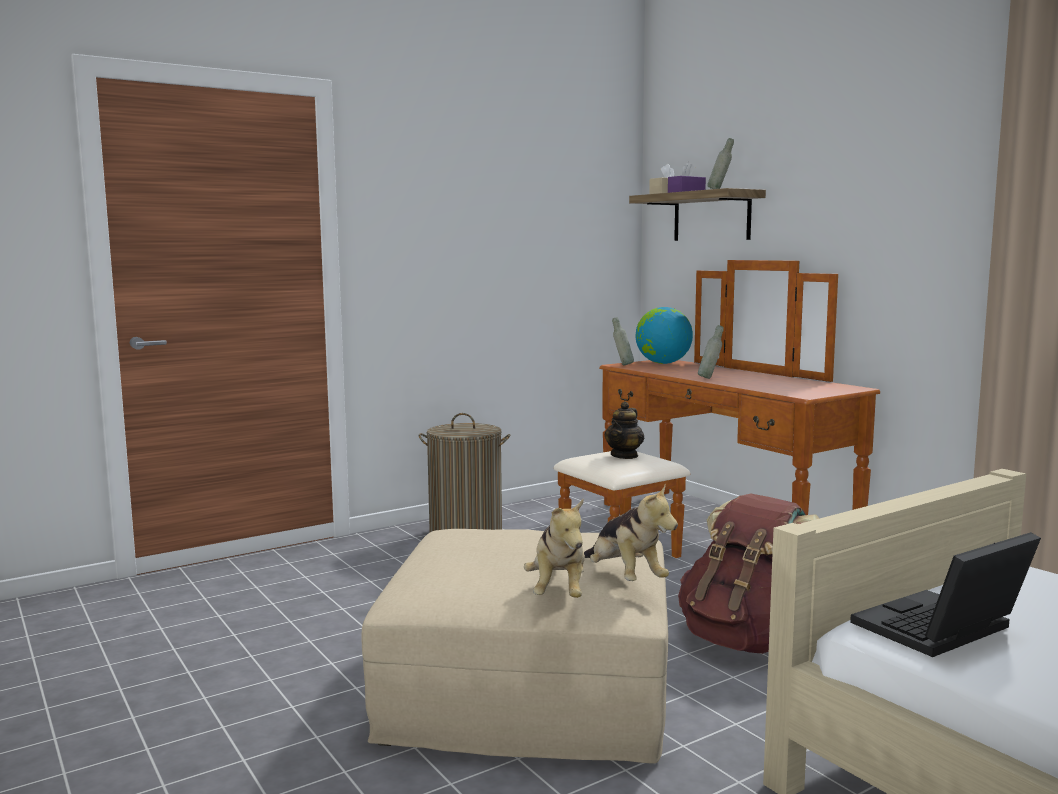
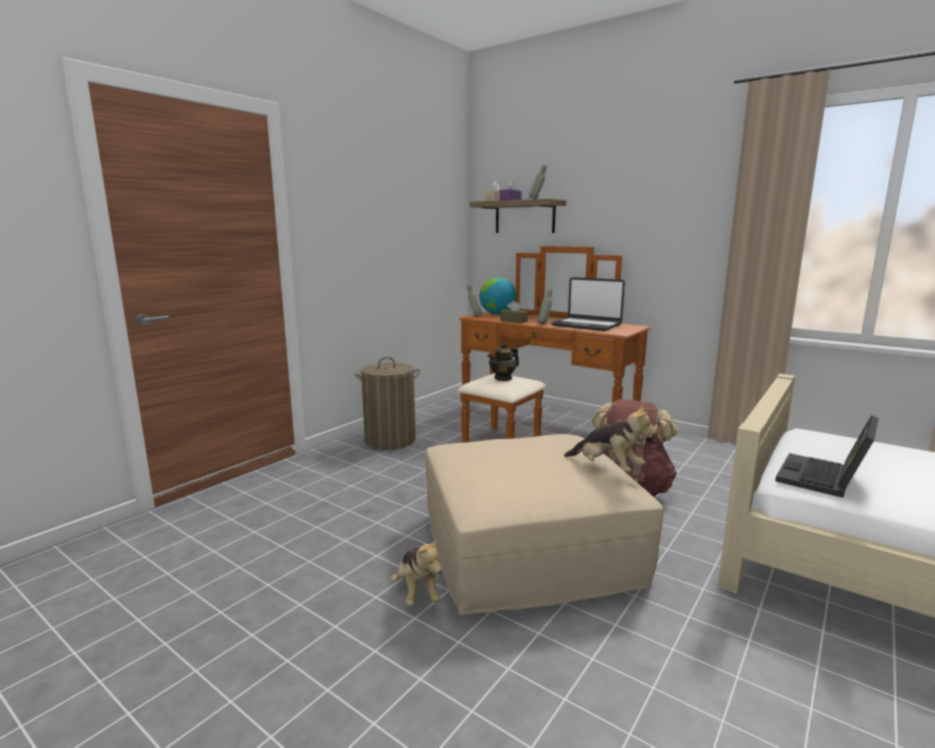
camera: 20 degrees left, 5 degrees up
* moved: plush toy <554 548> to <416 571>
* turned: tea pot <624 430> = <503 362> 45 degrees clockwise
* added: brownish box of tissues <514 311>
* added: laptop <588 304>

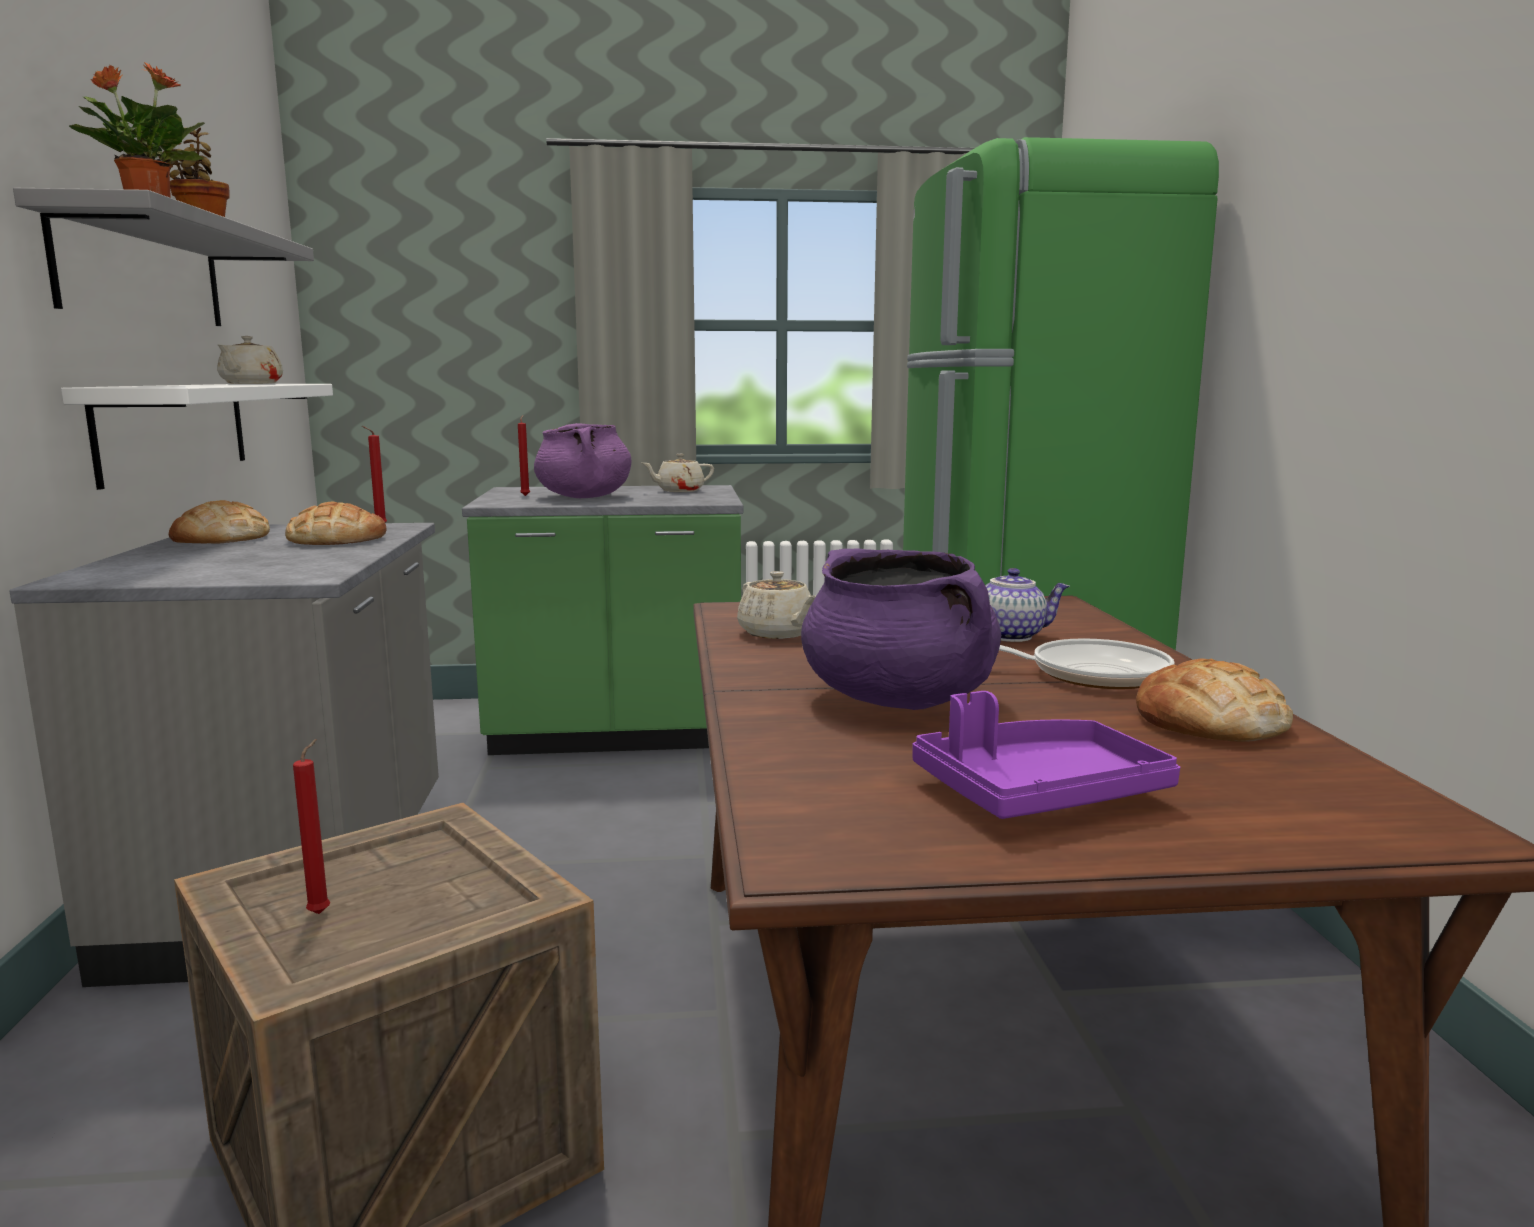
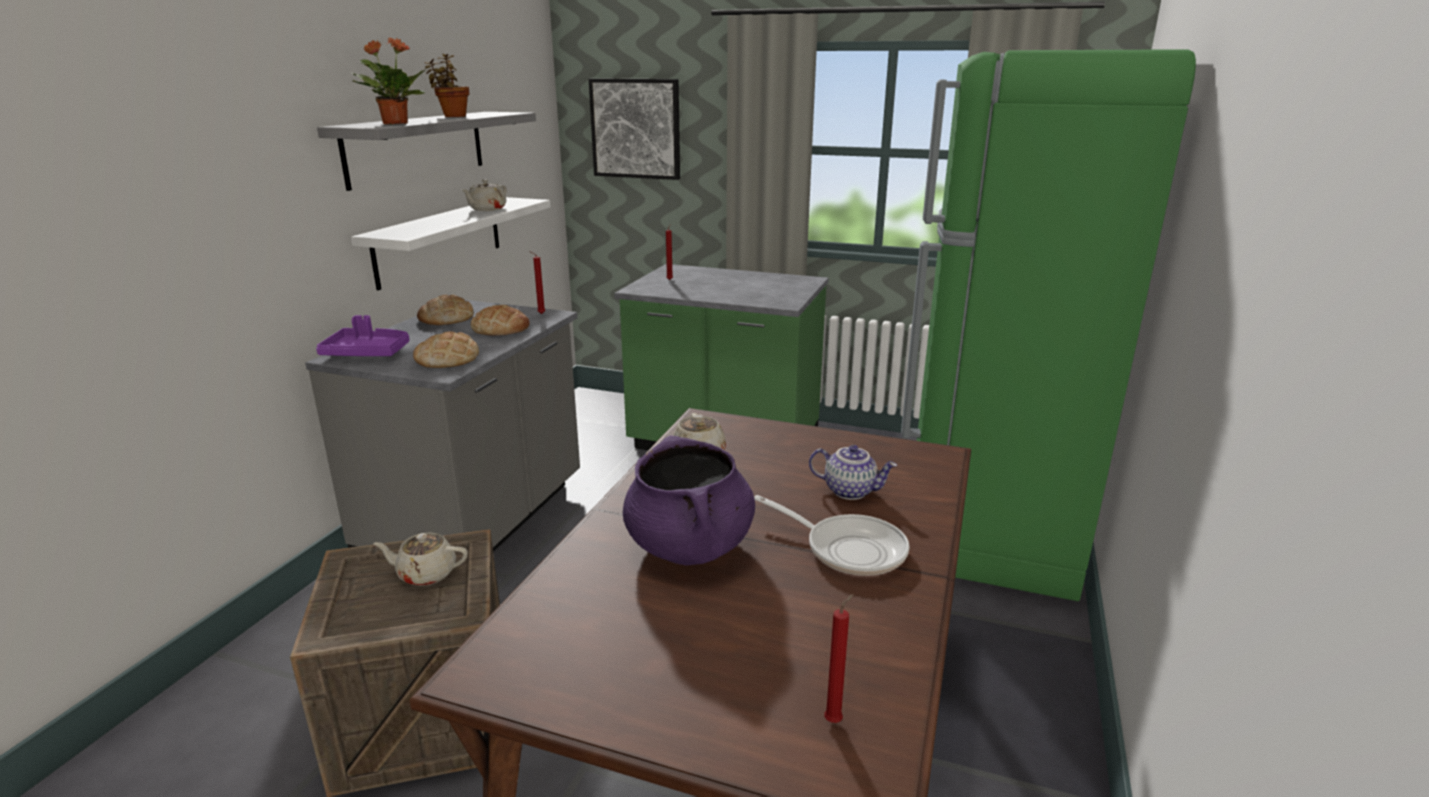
camera: 25 degrees right, 10 degrees up
* moved: red-coloured wax candle <311 826> to <838 658>
* removed: purplish cooking pot <582 460>
* moved: sand-coloured tea pot <678 473> to <420 559>
* moved: purplish serving tray <1046 755> to <363 335>
* moved: baked bread <1214 700> to <446 349>
* added: wall picture <634 129>

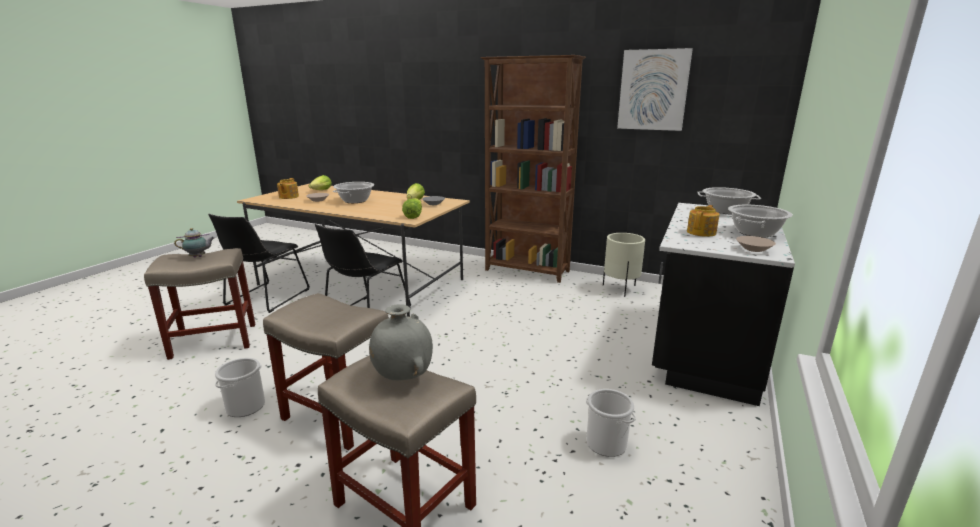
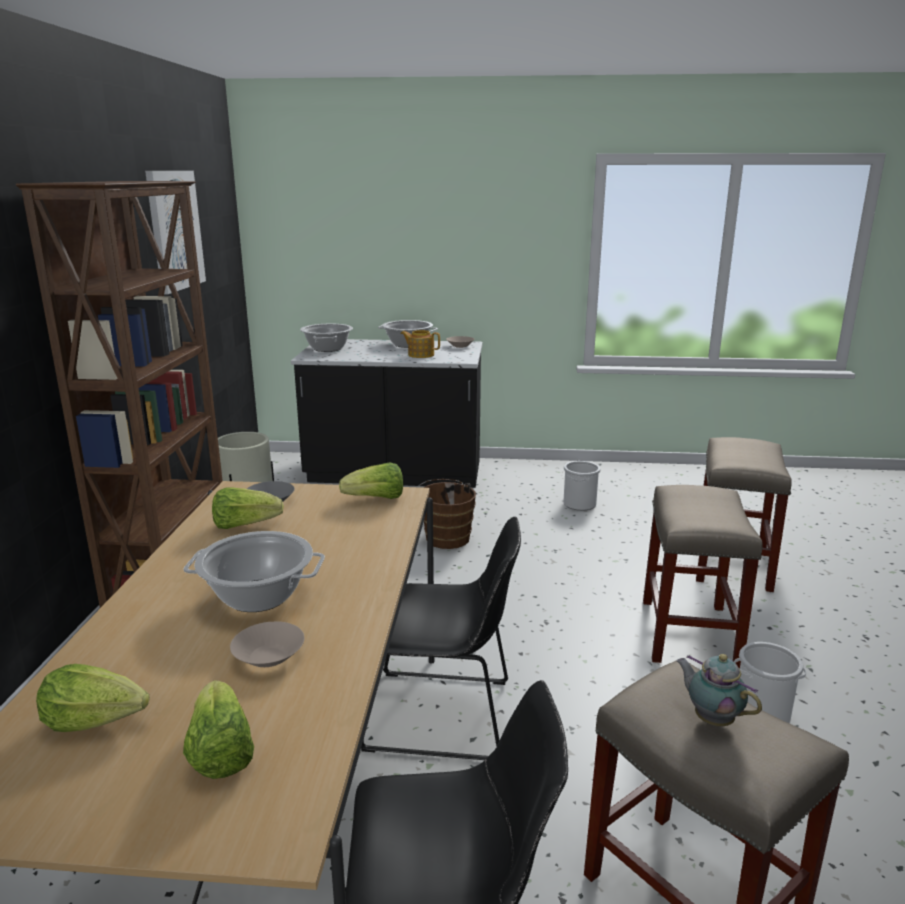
camera: 110 degrees left, 0 degrees up
* replaced: tea pot <288 188> to lettuce <218 729>
* removed: greyish decorative vase <401 342>
* added: brownish water bucket <446 514>

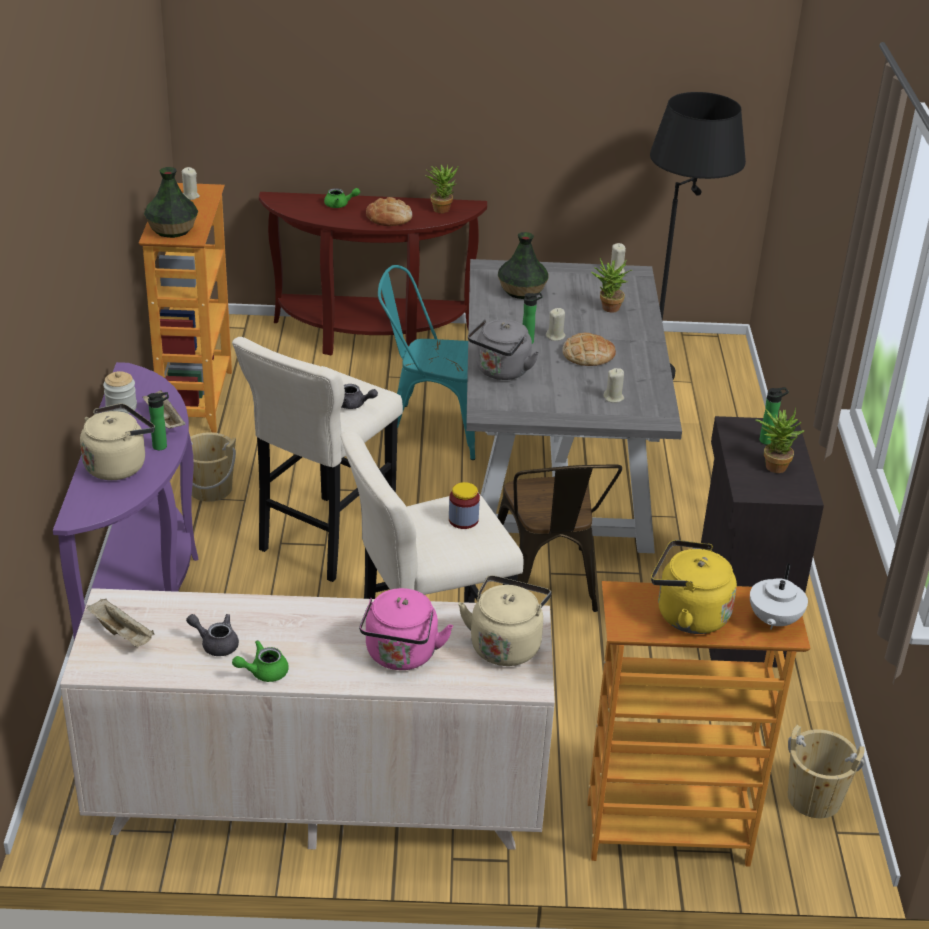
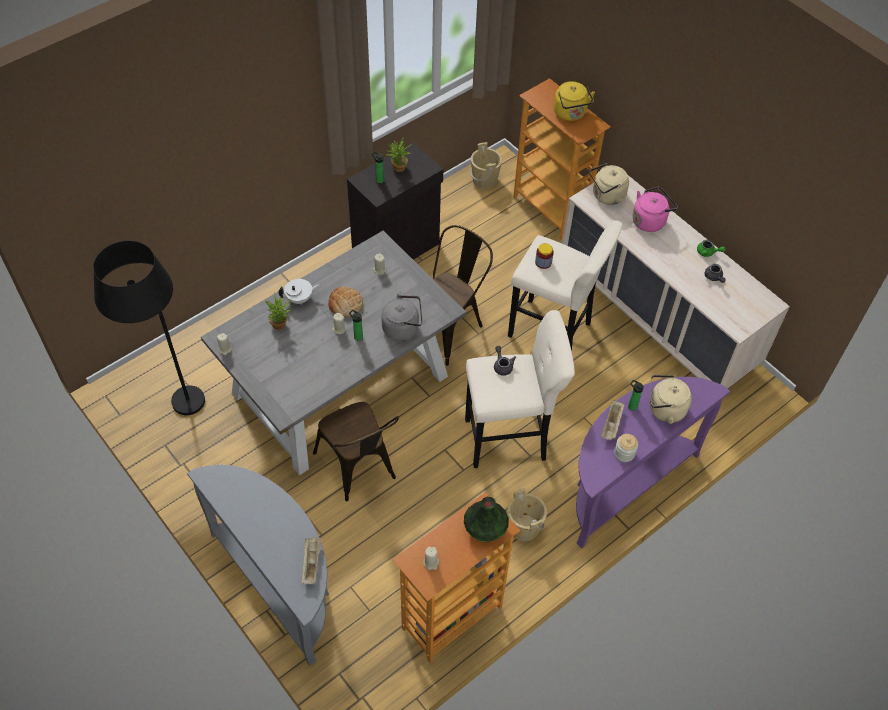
camera: 130 degrees left, 20 degrees up
* moved: sand-coloured serving tray <121 622> to <311 560>
* recoloured: brownish narrow table <373 273> to greyish narrow table <258 565>
* removed: green-coloured tea pot <342 198>
* removed: baked bread <389 211>
* recoloured: turquoise-coloured plain chair <426 362> to brownish plain chair <356 452>
* removed: plant in a pot <442 188>
* removed: decorative vase <523 265>
* moved: whitish tea pot <779 596> to <299 291>

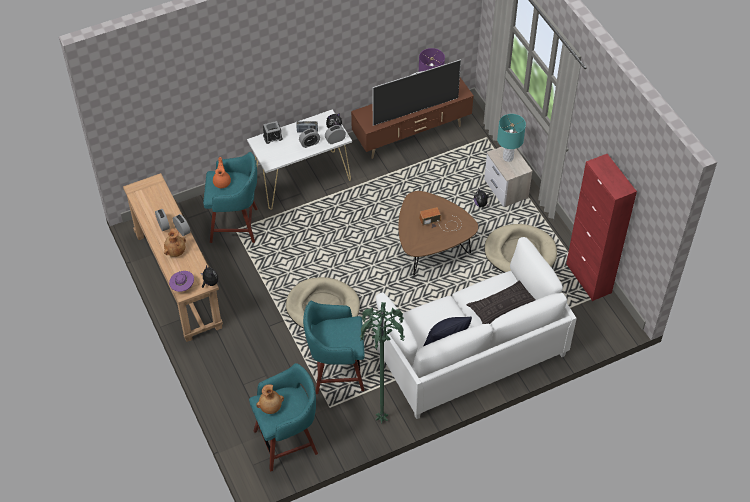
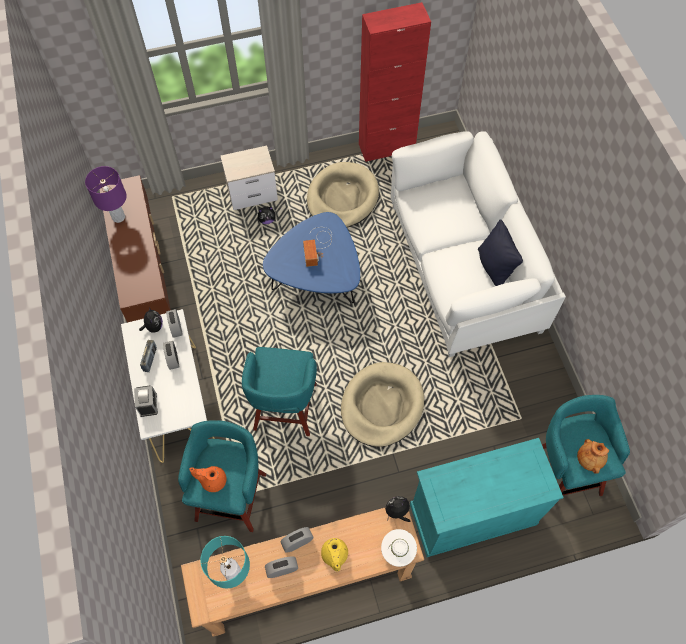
camera: 80 degrees left, 10 degrees up
* replaced: brownish decorative vase <175 242> to yellowish tea pot <334 554>
* recoloured: purplish wearable hat <181 281> to whitish wearable hat <399 548>
* moved: turquoise-coloured stool <334 347> to <279 391>
* removed: green-coloured standard lamp <382 363>
* removed: TV set <417 92>
* recoloured: brownish low table <438 233> to bluish low table <311 257>
* removed: pillow <501 302>
* moved: turquoise-coloured table lamp <511 138> to <225 562>
* added: turquoise-coloured cupboard <487 497>

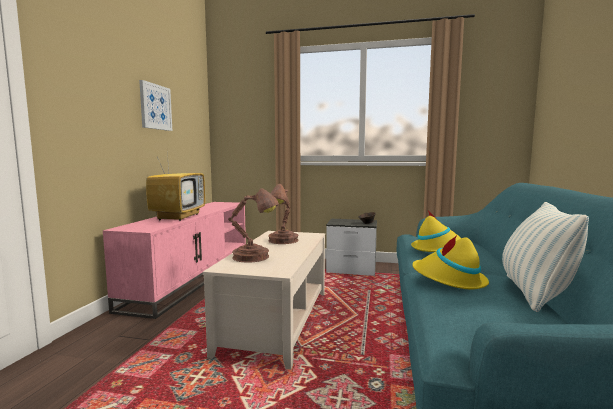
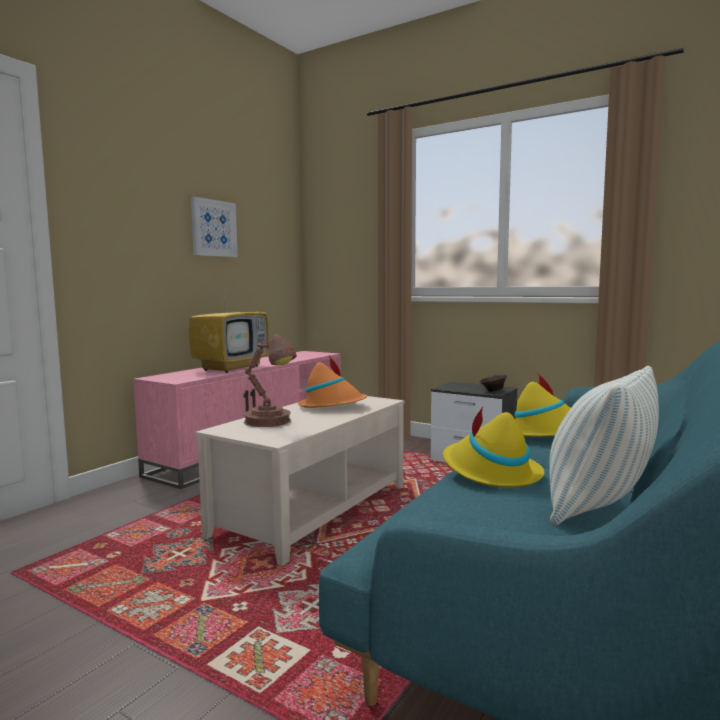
camera: 20 degrees right, 0 degrees up
* replaced: brownish table lamp <283 214> to orange wearable hat <332 381>

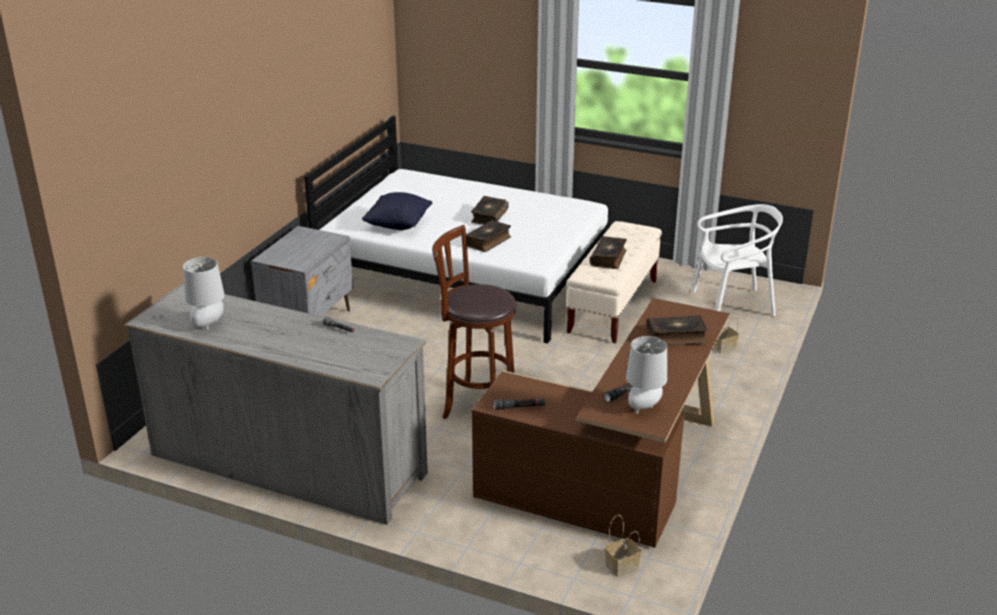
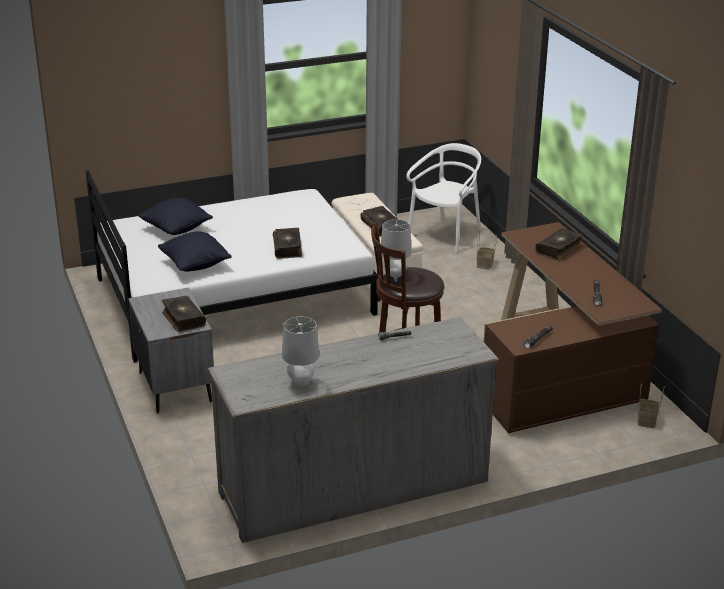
camera: 45 degrees left, 0 degrees up
* moved: volume <490 210> to <184 313>
* moved: greyish table lamp <646 375> to <396 250>
* added: black pillow <175 216>

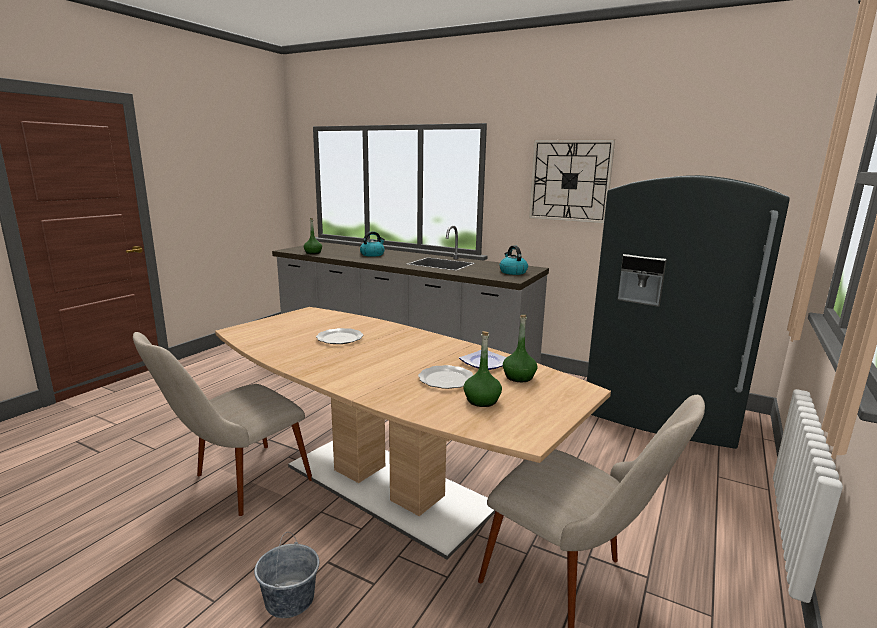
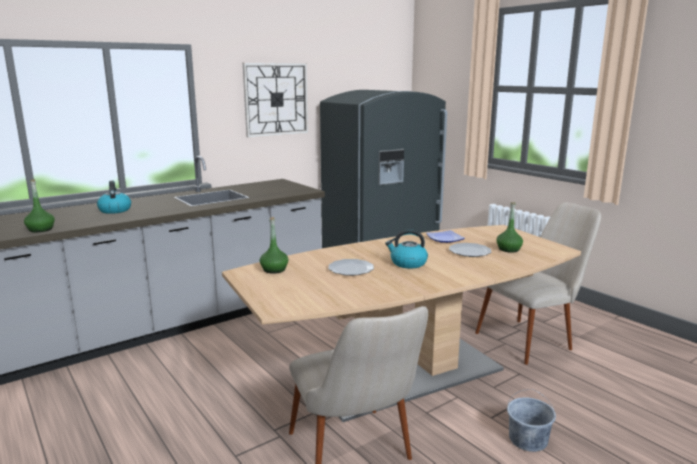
camera: 65 degrees left, 0 degrees up
* moved: water kettle <513 260> to <406 249>
* moved: green-coloured drink bottle <520 348> to <274 245>

